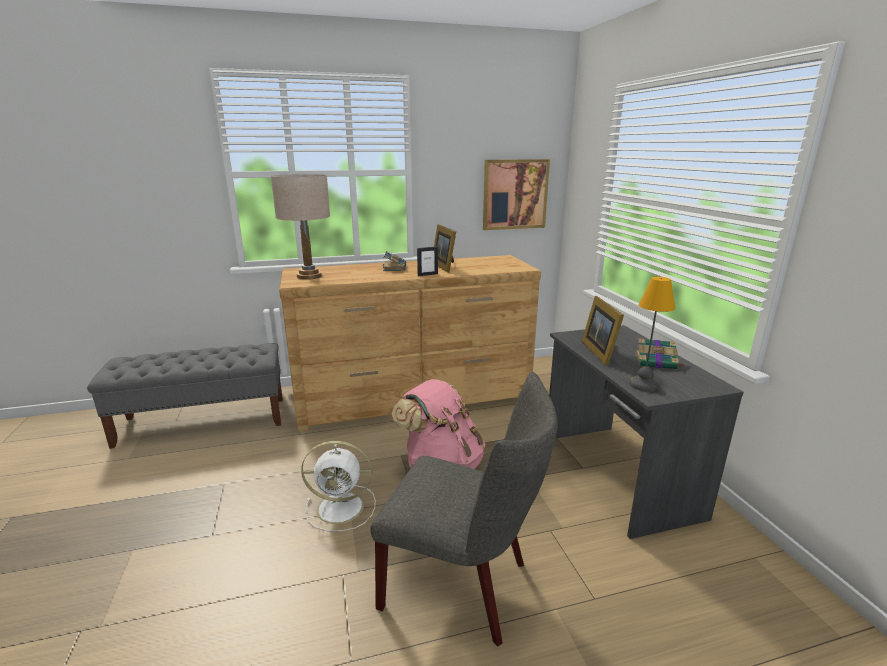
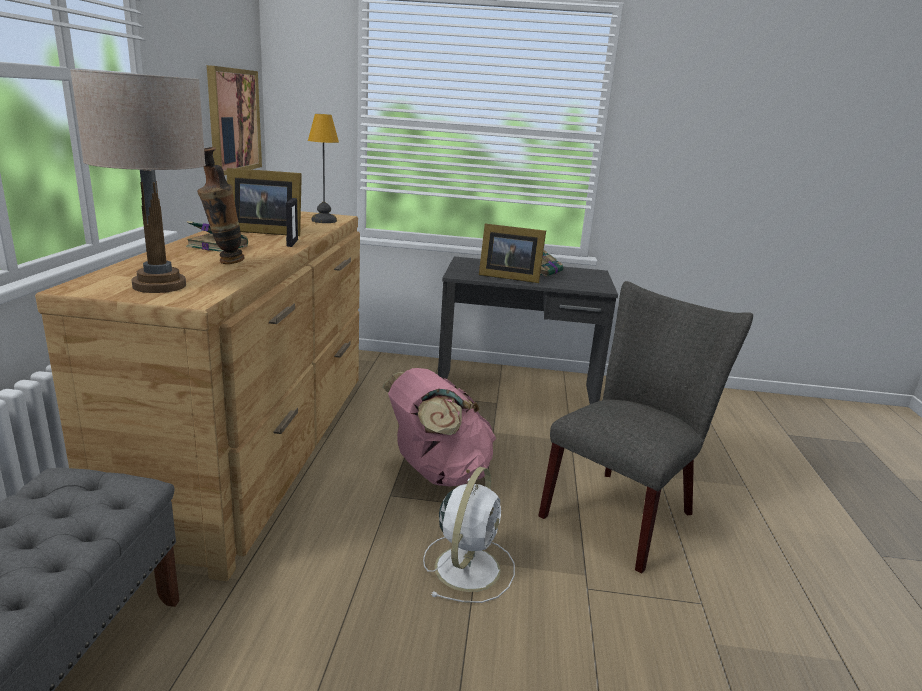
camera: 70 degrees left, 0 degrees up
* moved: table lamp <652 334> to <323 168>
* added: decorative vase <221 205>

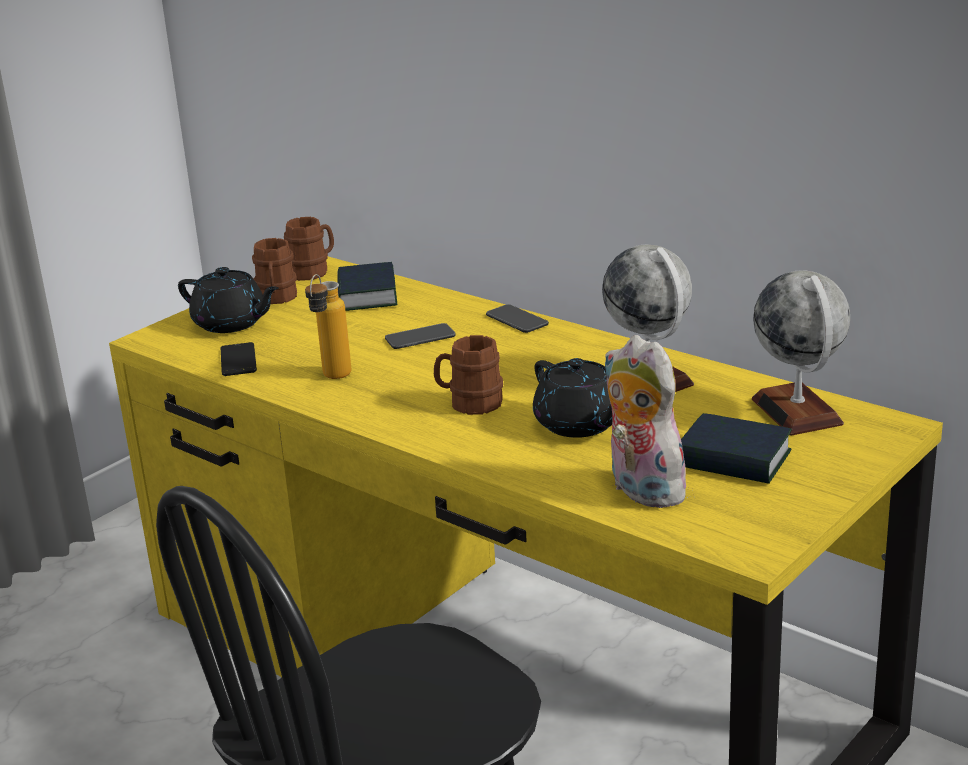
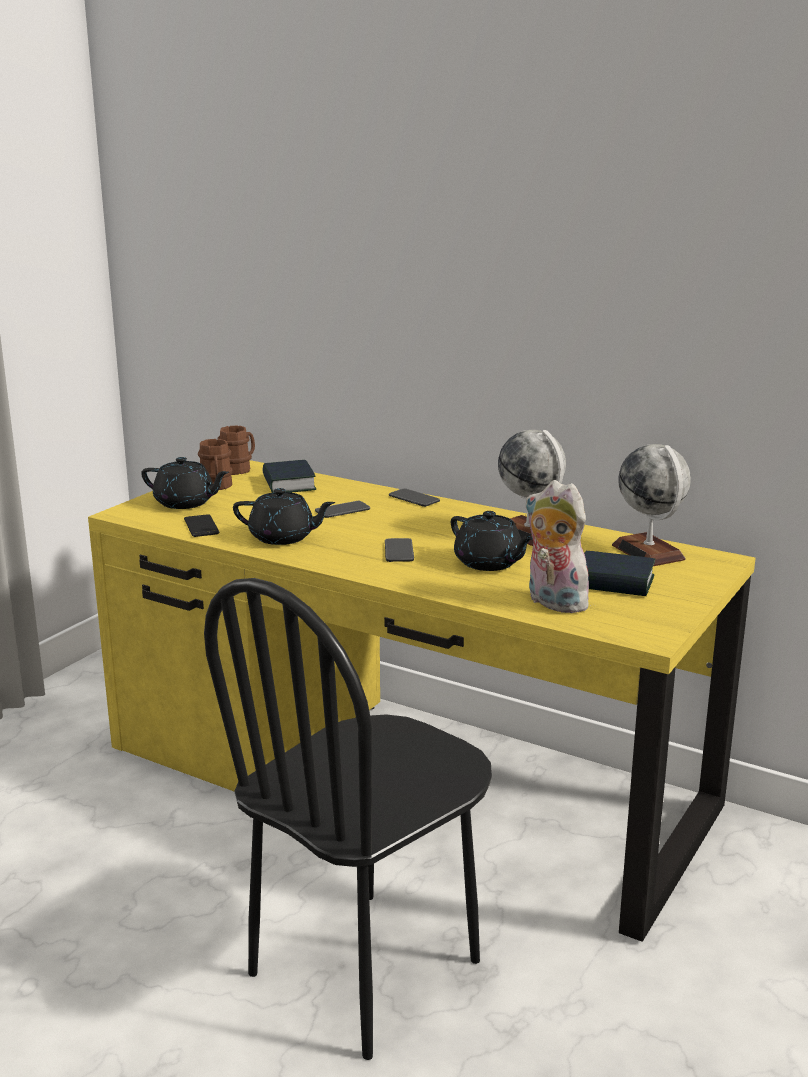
camera: 10 degrees left, 5 degrees down
* replaced: drink bottle <328 326> to black tea pot <284 516>
* replaced: brownish coffee mug <468 375> to telephone <399 550>

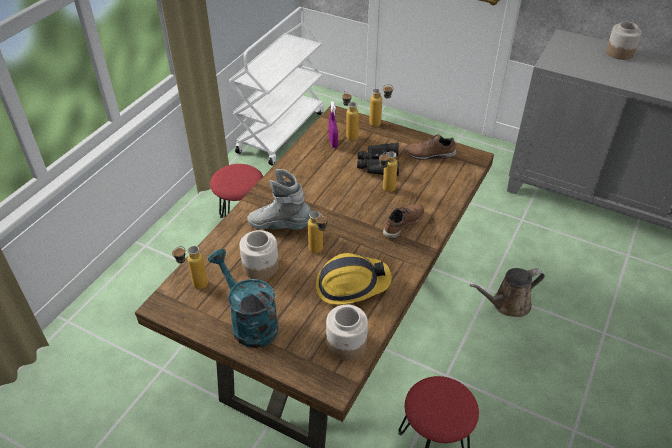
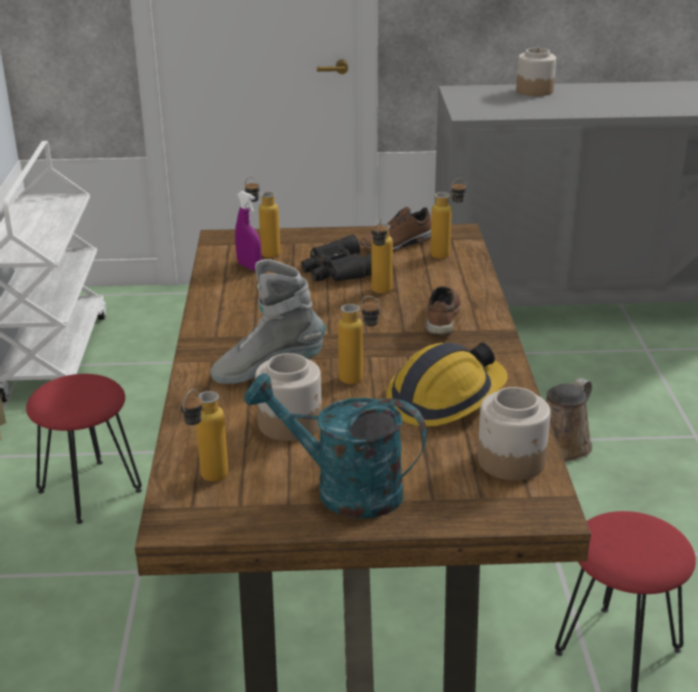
camera: 30 degrees left, 15 degrees down
* moved: drink bottle <381 105> to <448 218>

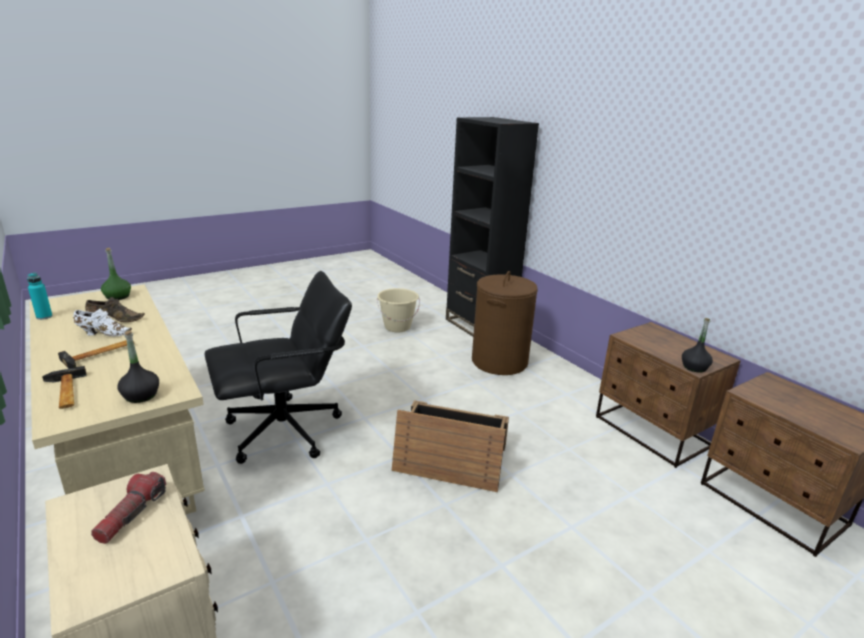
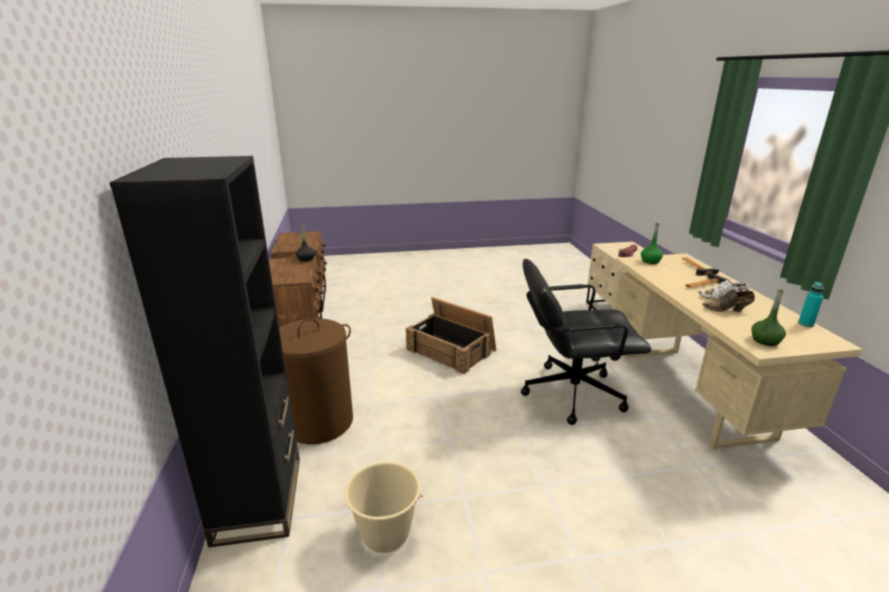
camera: 155 degrees left, 0 degrees up
* recoloured: black drink bottle <138 366> to green-coloured drink bottle <652 243>

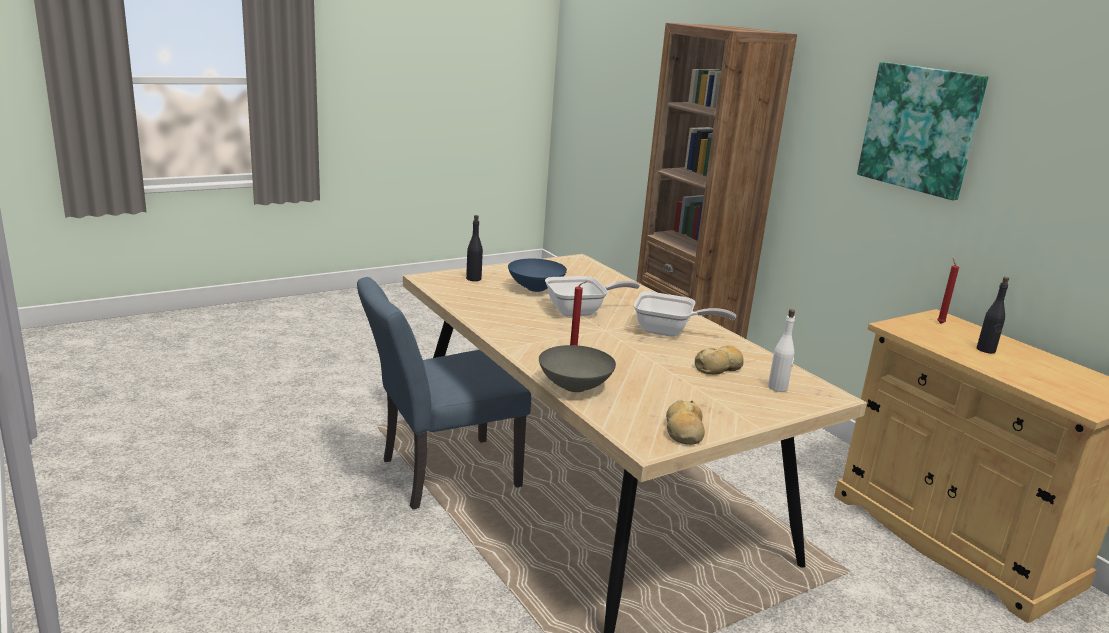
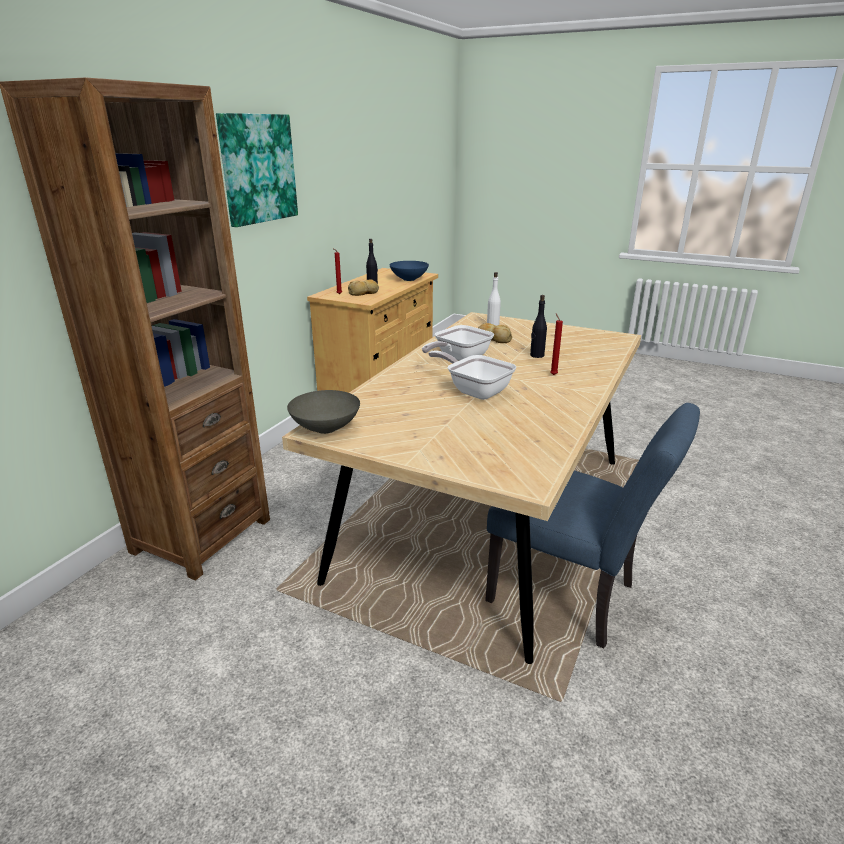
camera: 120 degrees left, 5 degrees up
* moved: black drink bottle <474 248> to <538 326>
* moved: bluish deep dish <537 275> to <409 271>
* moved: greyish deep dish <577 368> to <323 412>
* turned: skillet <685 314> = <458 343> 120 degrees counterclockwise
* moved: baked bread <685 422> to <363 287>

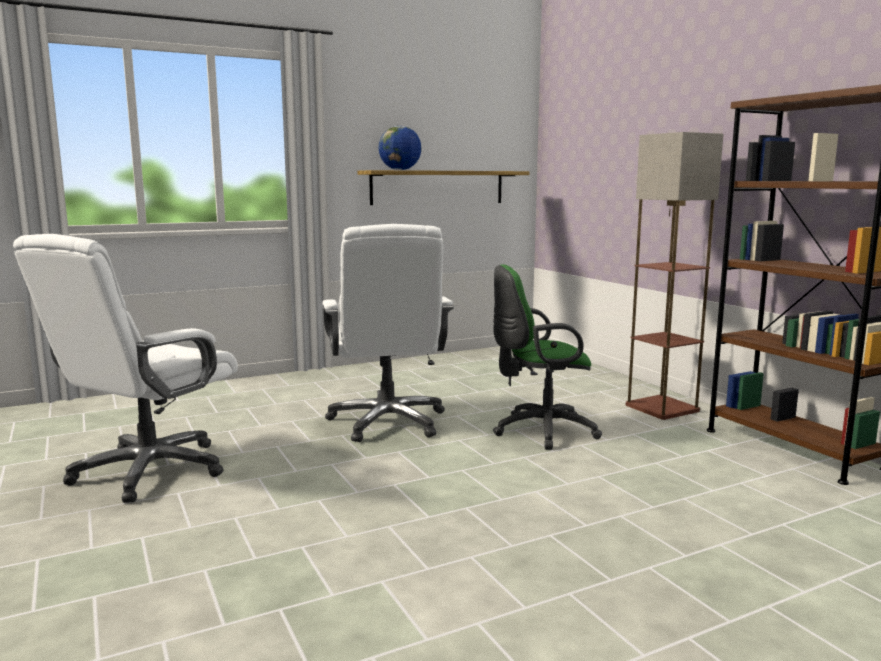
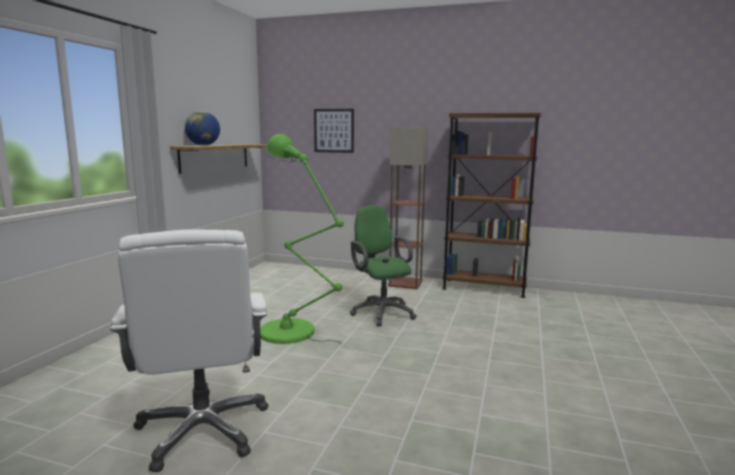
camera: 45 degrees left, 0 degrees up
* replaced: whitish computer chair <388 333> to green-coloured standard lamp <302 239>
* turned: green-coloured computer chair <547 357> = <383 265> 120 degrees clockwise
* added: wall picture <334 131>

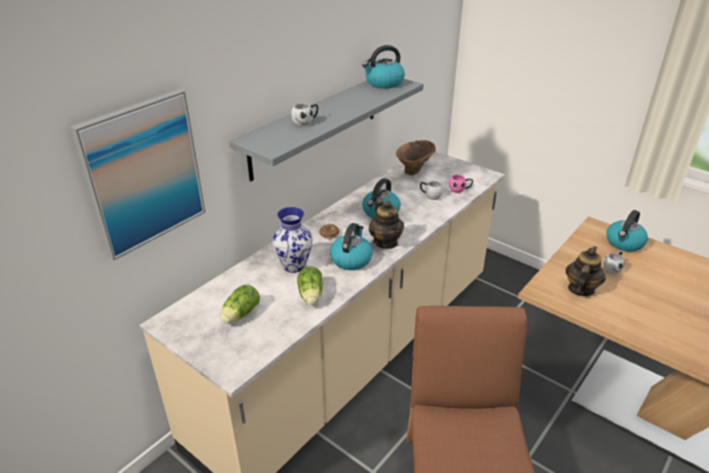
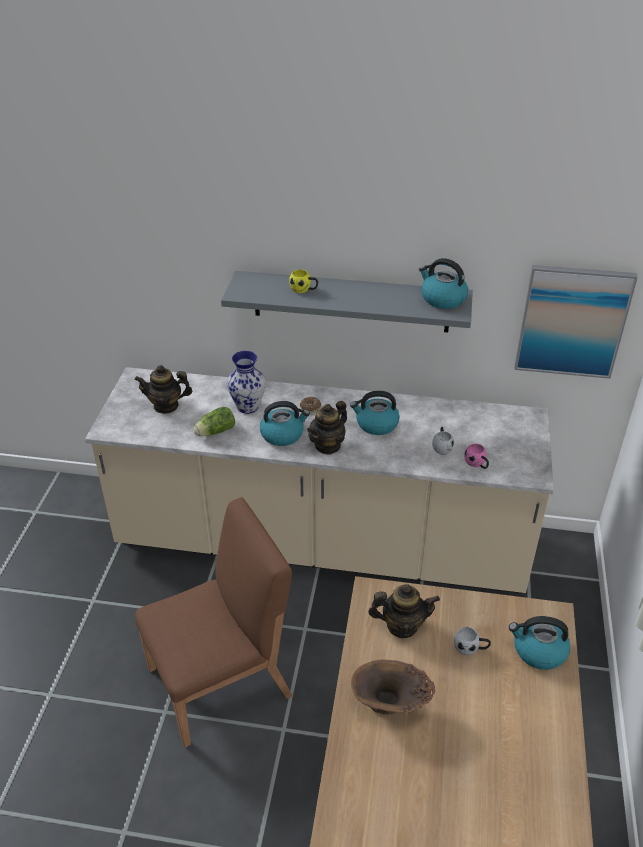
camera: 60 degrees right, 5 degrees up
* moved: wall picture <138 175> to <576 322>
* replaced: lettuce <240 304> to tea pot <163 389>
* recoloured: whitish coffee mug <304 114> to yellowish coffee mug <303 281>
* moved: brownish decorative vase <416 157> to <393 687>

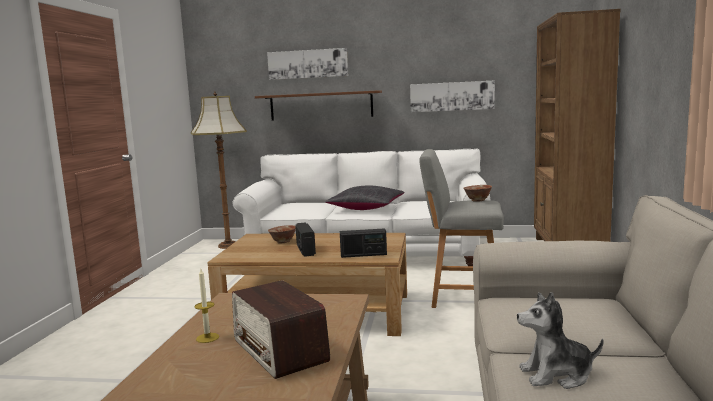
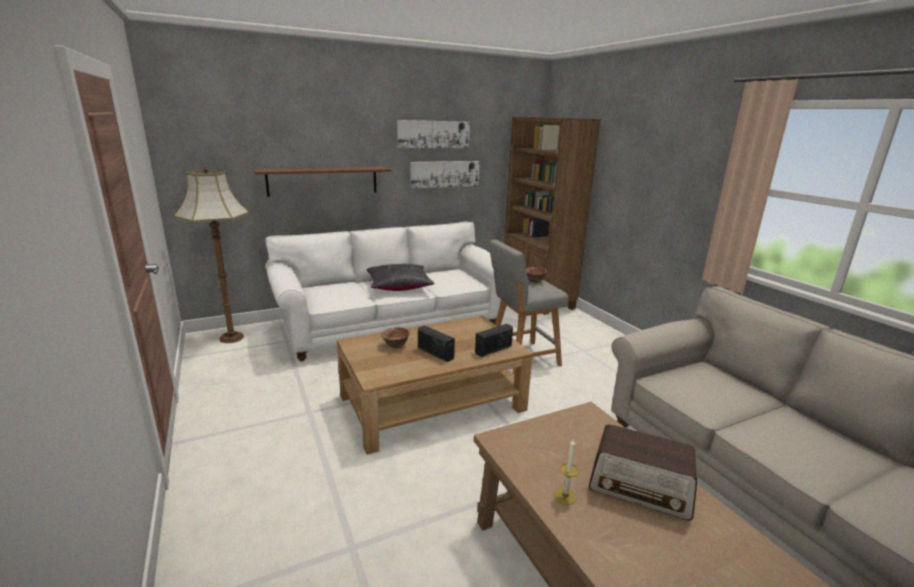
camera: 35 degrees left, 10 degrees up
* moved: wall picture <307 64> to <433 134>
* removed: plush toy <560 340>

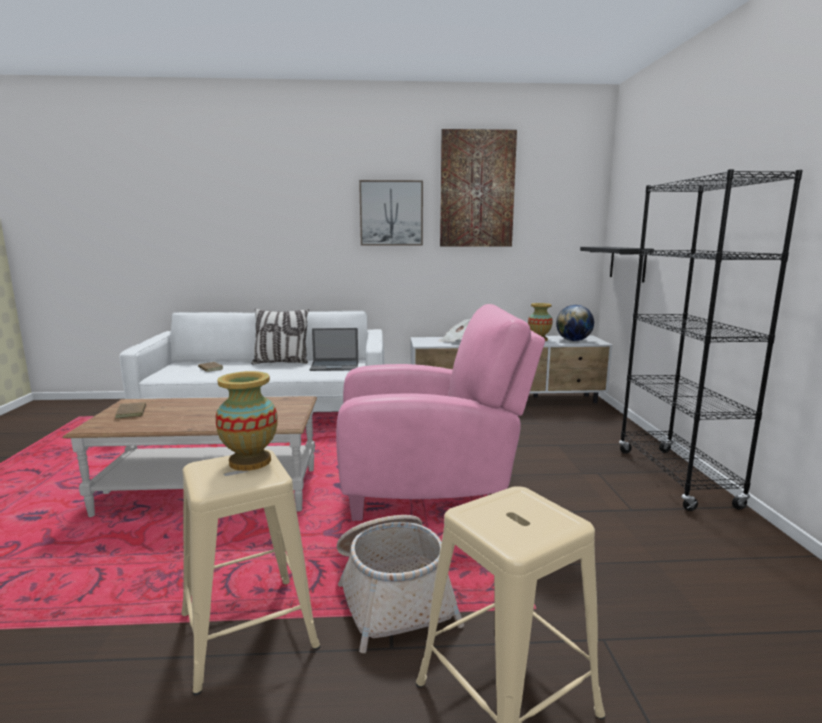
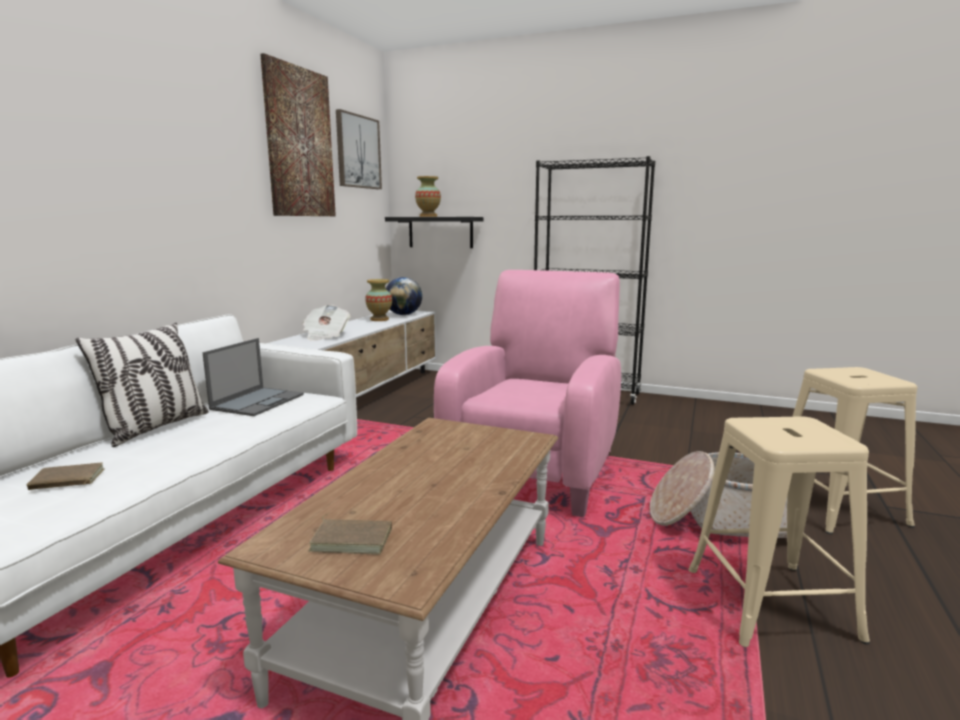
camera: 65 degrees left, 0 degrees up
* moved: decorative vase <246 421> to <428 196>
* moved: wall picture <391 212> to <359 149>

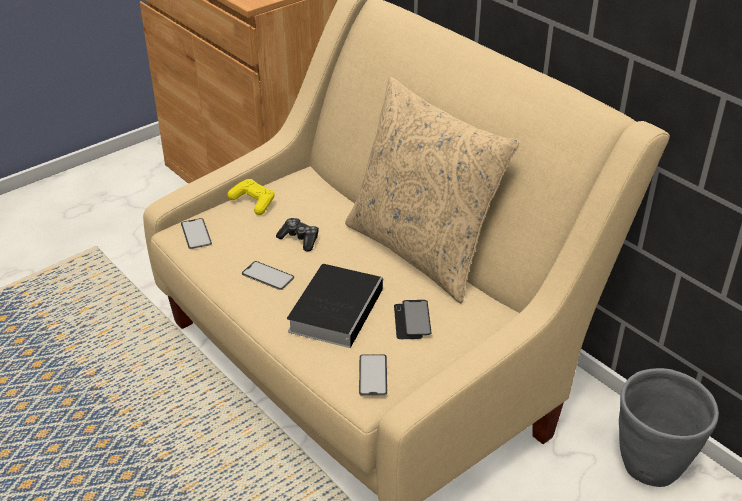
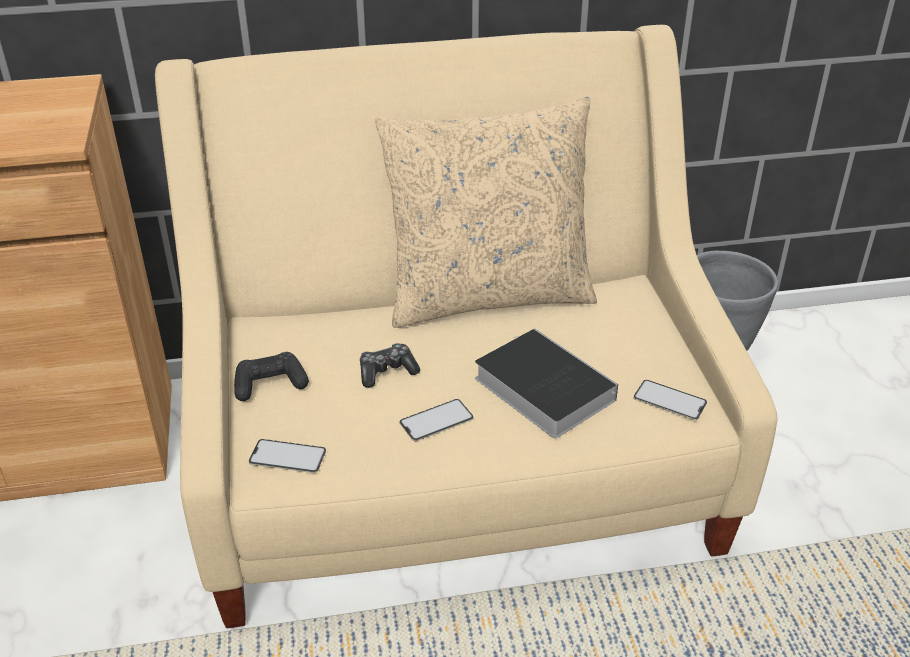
camera: 60 degrees left, 0 degrees up
* recoloured: yellowish game controller <251 197> to black game controller <271 376>
* removed: telephone <413 319>

